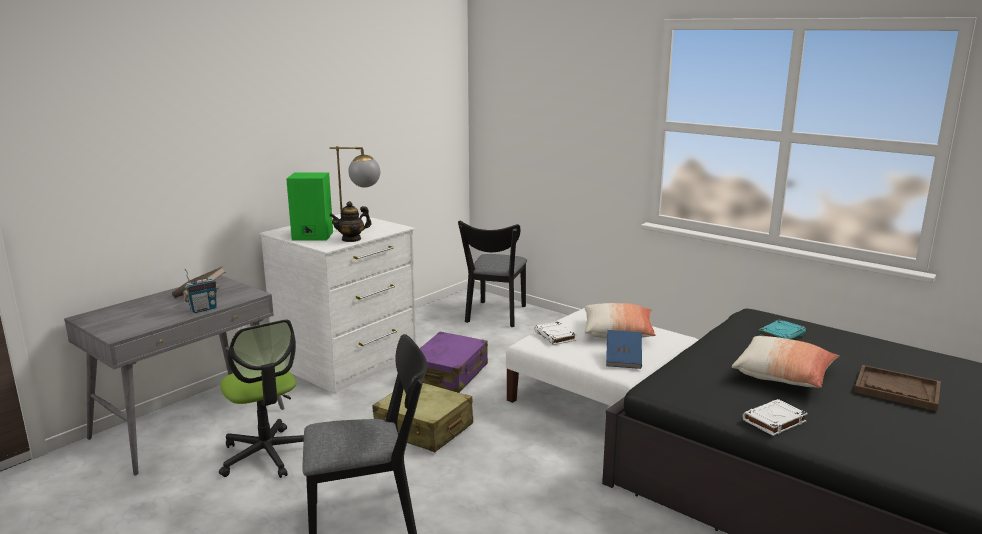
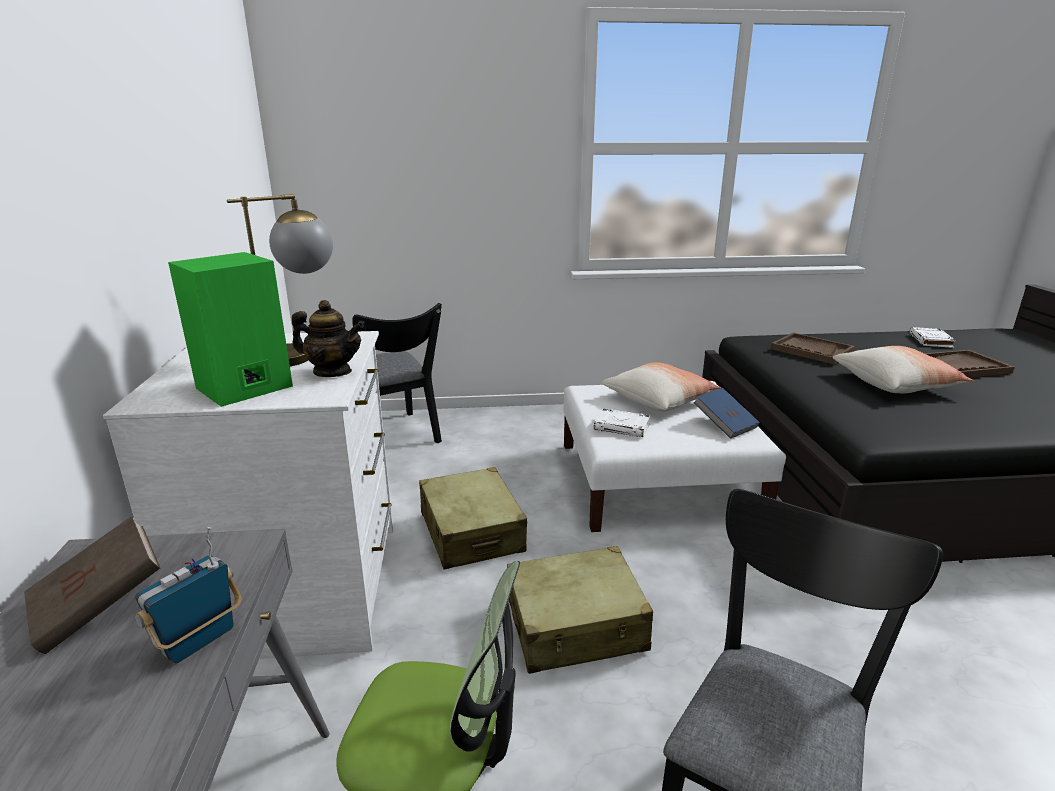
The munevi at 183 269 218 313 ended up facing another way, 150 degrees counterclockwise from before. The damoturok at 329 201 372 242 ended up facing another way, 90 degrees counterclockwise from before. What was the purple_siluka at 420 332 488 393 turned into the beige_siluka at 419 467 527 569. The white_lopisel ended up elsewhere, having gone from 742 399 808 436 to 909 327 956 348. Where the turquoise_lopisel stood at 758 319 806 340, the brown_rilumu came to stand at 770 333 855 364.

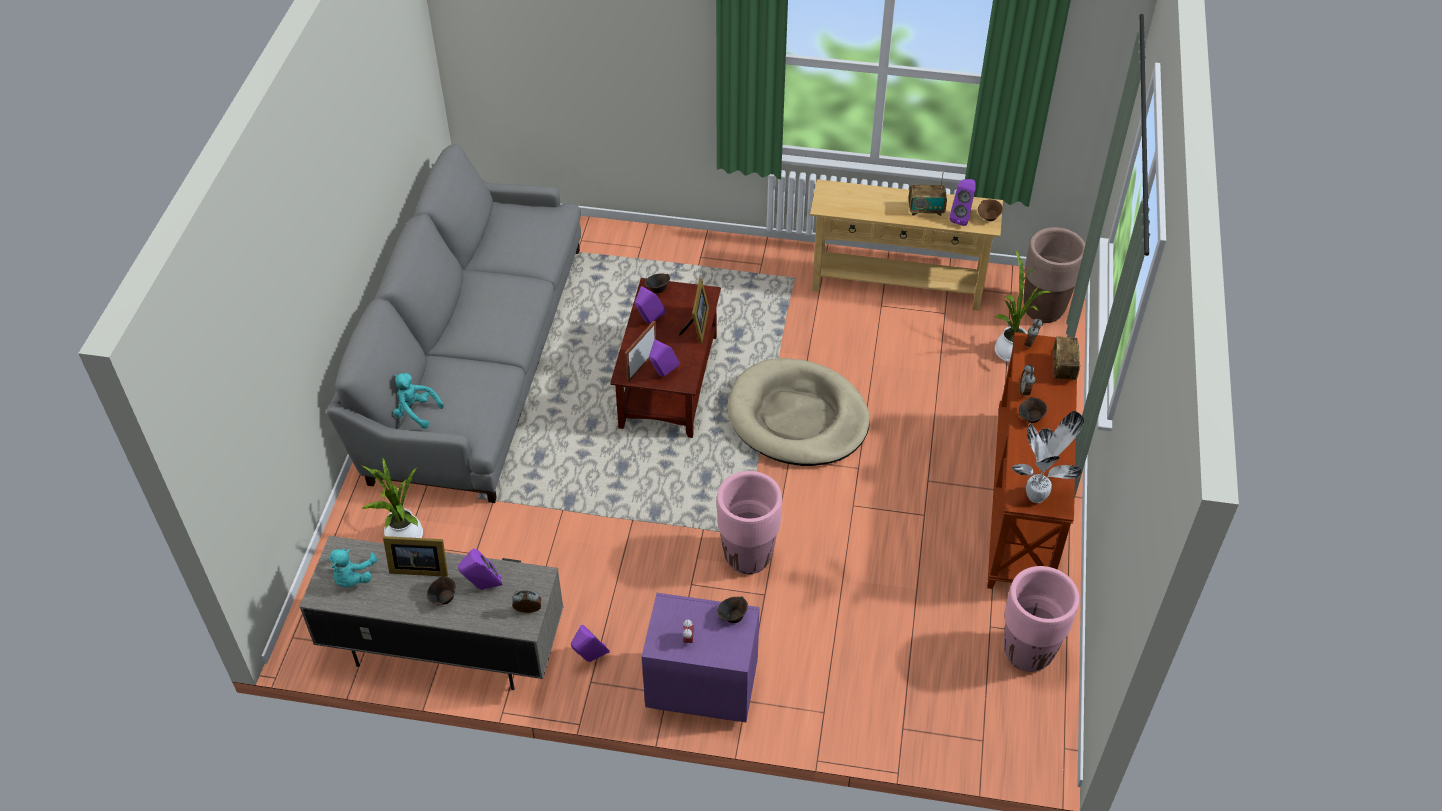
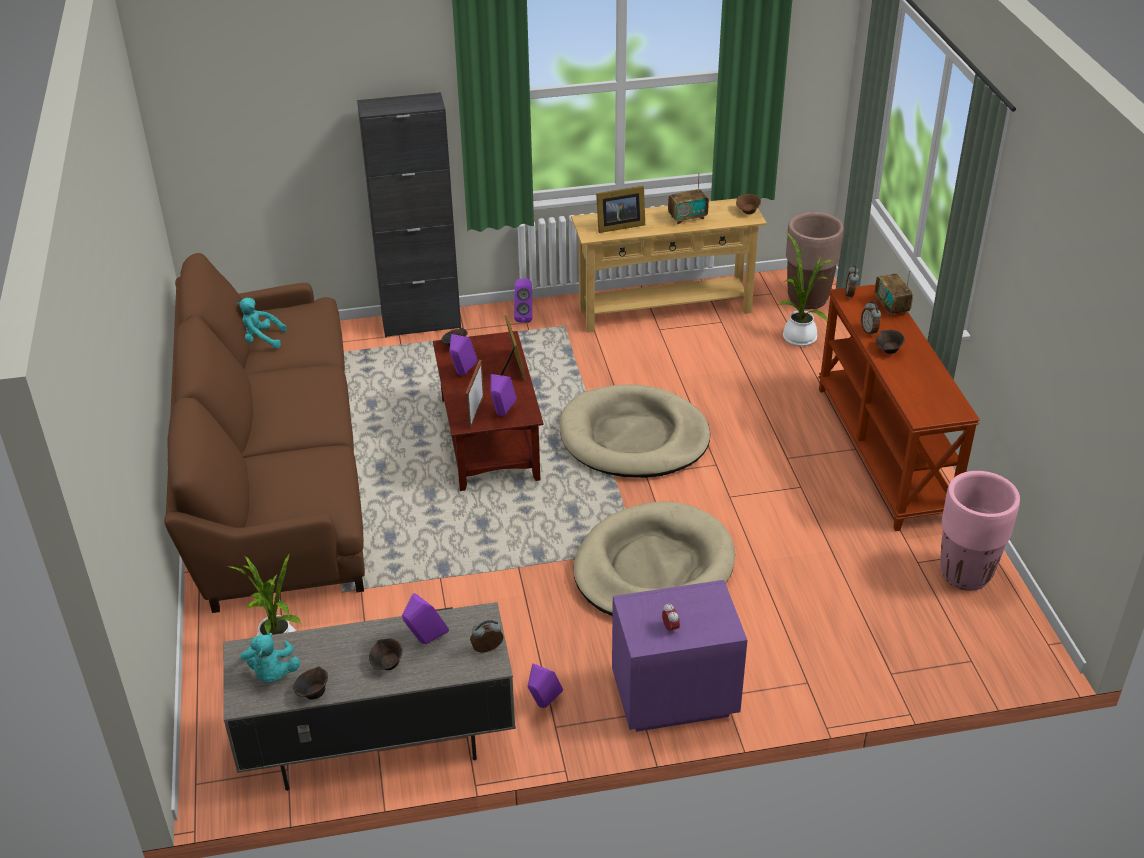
What was the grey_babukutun at 326 144 581 503 turned into the brown_babukutun at 164 253 365 613. The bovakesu ended up elsewhere, having gone from 383 536 448 577 to 596 186 645 233. The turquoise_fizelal ended up elsewhere, having gone from 393 373 444 429 to 237 298 287 348. Where the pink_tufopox stood at 717 471 782 574, the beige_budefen came to stand at 573 501 735 616. The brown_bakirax ended up elsewhere, having gone from 717 596 748 623 to 293 666 328 700. The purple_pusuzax ended up elsewhere, having gone from 949 179 976 226 to 514 278 533 323. The second view lost the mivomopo at 1012 411 1084 503. The second view gained the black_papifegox at 357 92 461 338.

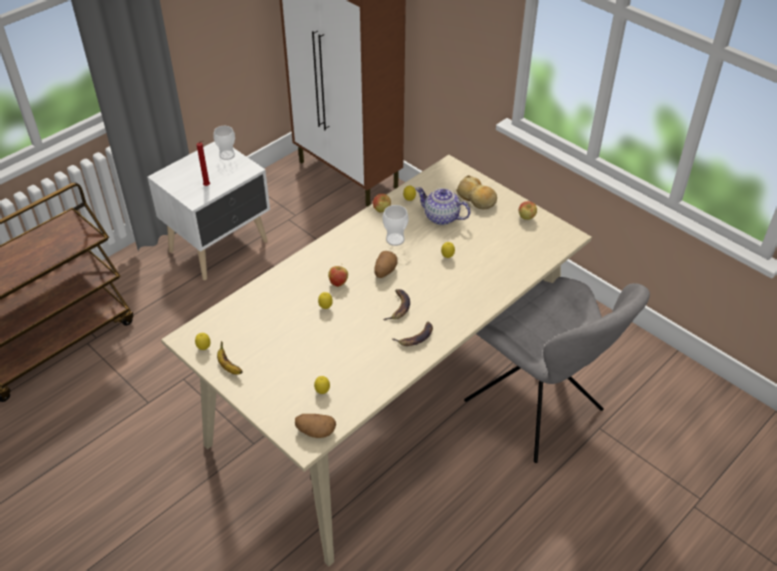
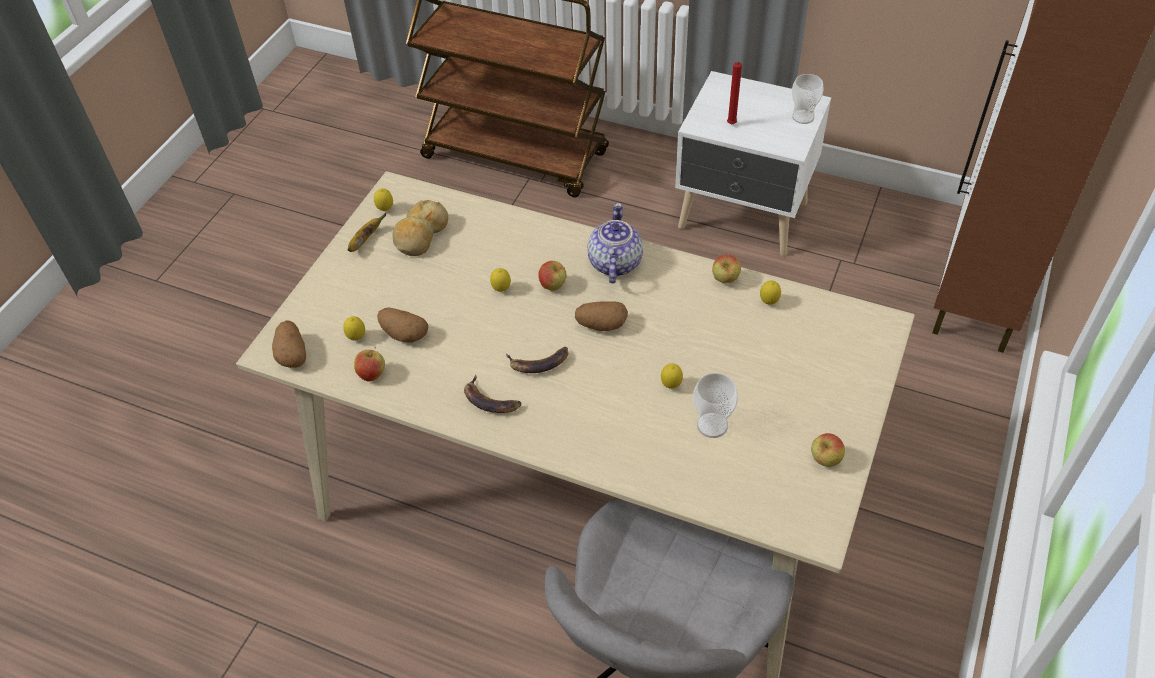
The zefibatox ended up elsewhere, having gone from 383 205 408 246 to 693 373 738 438. The damoturok ended up elsewhere, having gone from 416 187 471 225 to 588 203 643 284. The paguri ended up elsewhere, having gone from 456 176 497 209 to 393 200 448 256. The second view gained the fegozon at 354 347 385 382. The second view gained the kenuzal at 377 308 428 343.

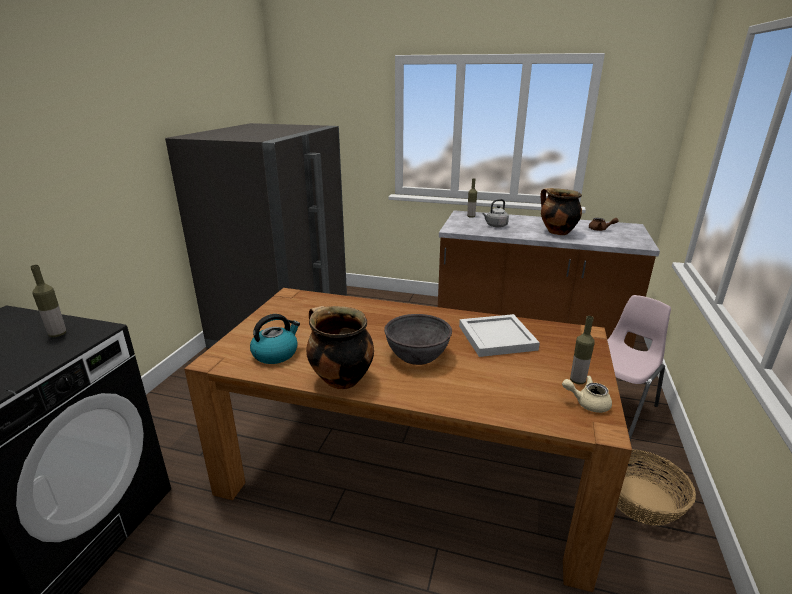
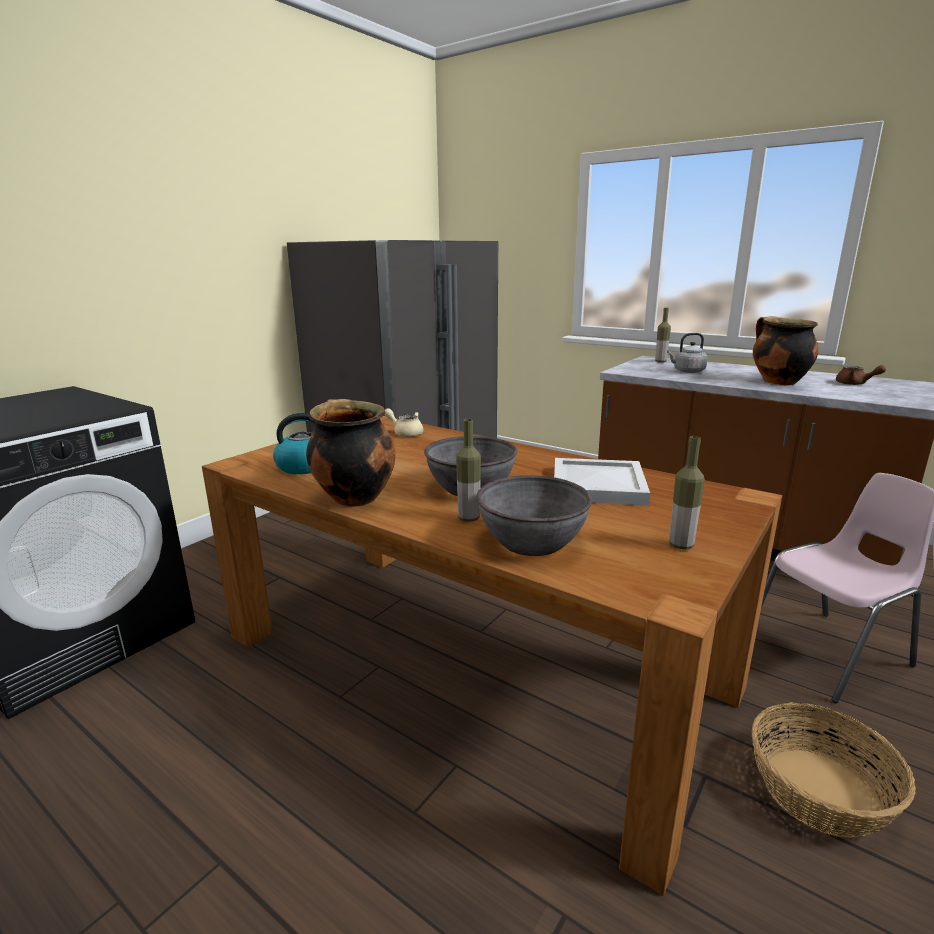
The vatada ended up elsewhere, having gone from 30 265 66 337 to 456 419 481 522. The beige_damoturok ended up elsewhere, having gone from 562 376 612 413 to 384 408 424 437. The second view gained the grey_bakirax at 476 475 592 556.

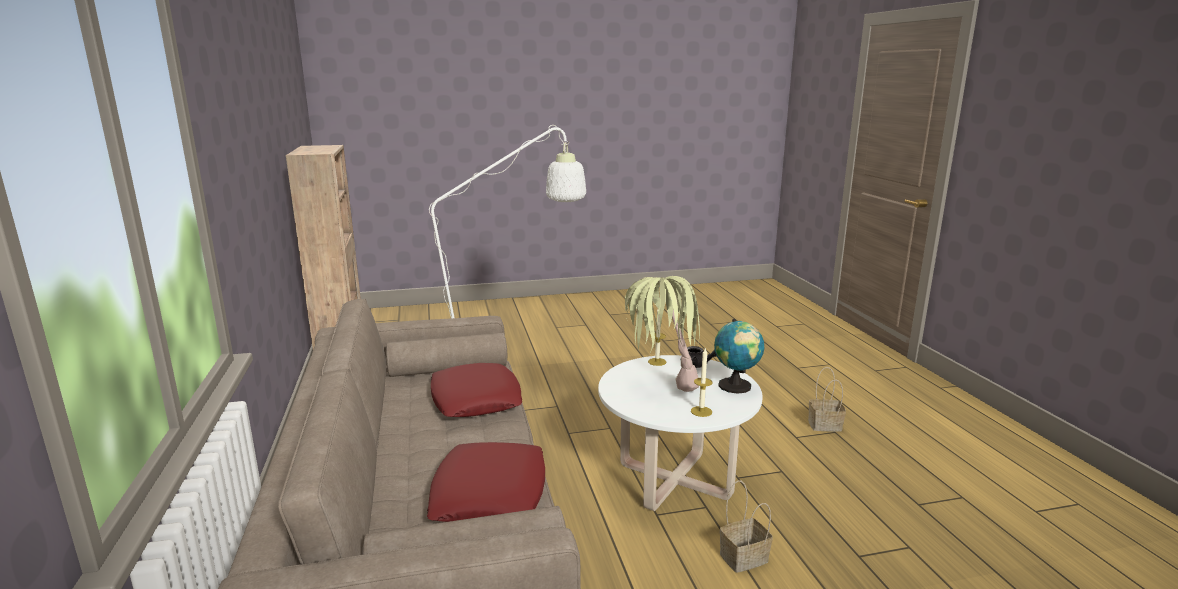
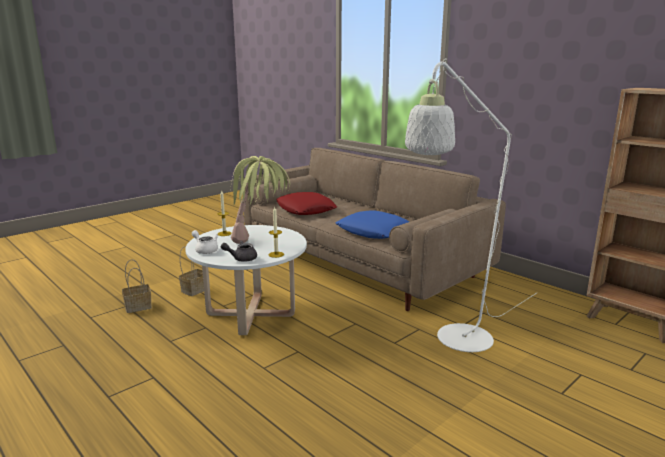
What was the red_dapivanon at 431 363 522 417 turned into the blue_dapivanon at 335 211 410 239. Where the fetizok stood at 714 319 764 394, the white_damoturok came to stand at 192 230 218 254. The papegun ended up elsewhere, having gone from 808 367 846 432 to 122 259 152 313.

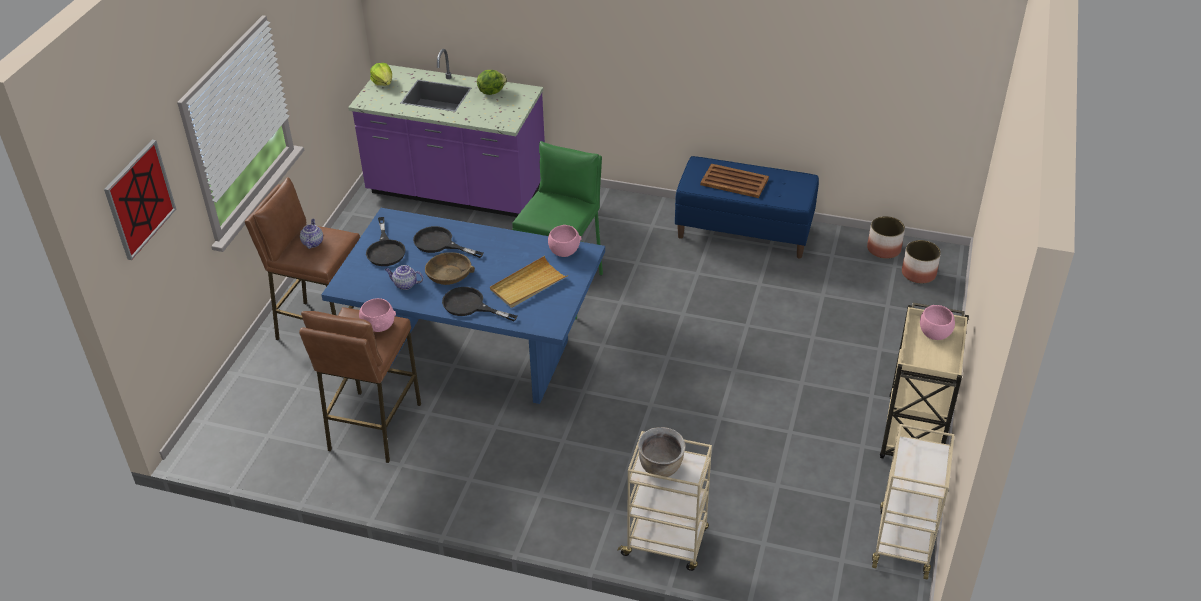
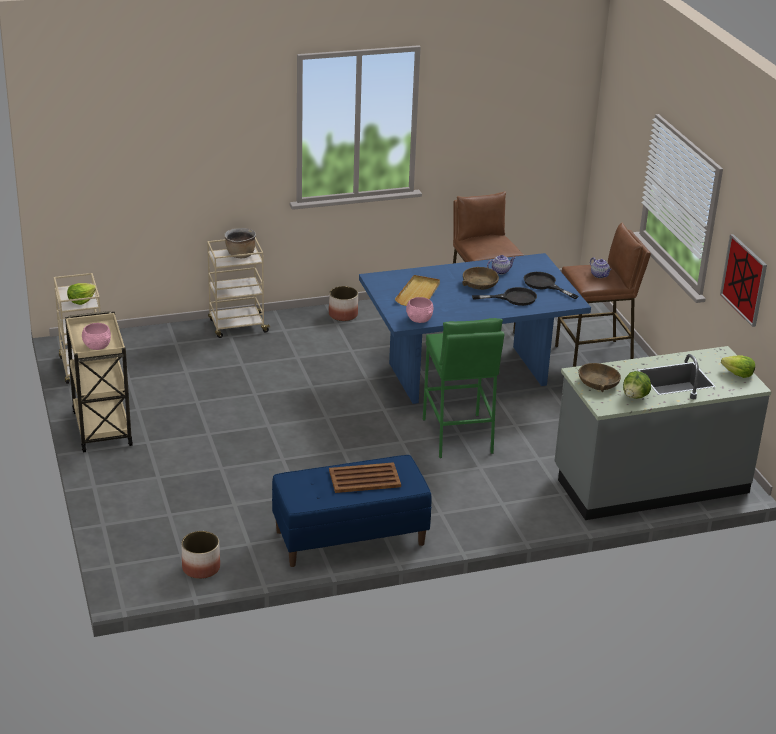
The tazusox ended up elsewhere, having gone from 104 140 176 260 to 720 234 767 327. What was the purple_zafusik at 348 49 545 217 turned into the grey_zafusik at 555 346 772 520. The second view lost the pink_bakirax at 359 298 396 332. The second view lost the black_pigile at 442 287 518 321. The tufopox ended up elsewhere, having gone from 902 240 941 283 to 329 286 358 321. The second view gained the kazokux at 67 283 96 305. The second view gained the brown_bakirax at 578 363 621 392.

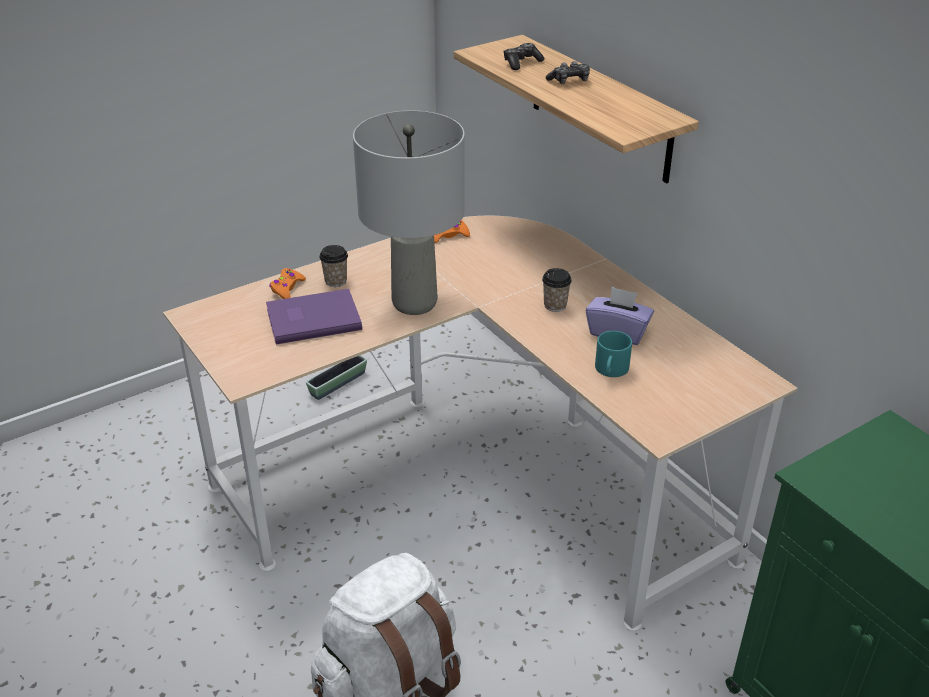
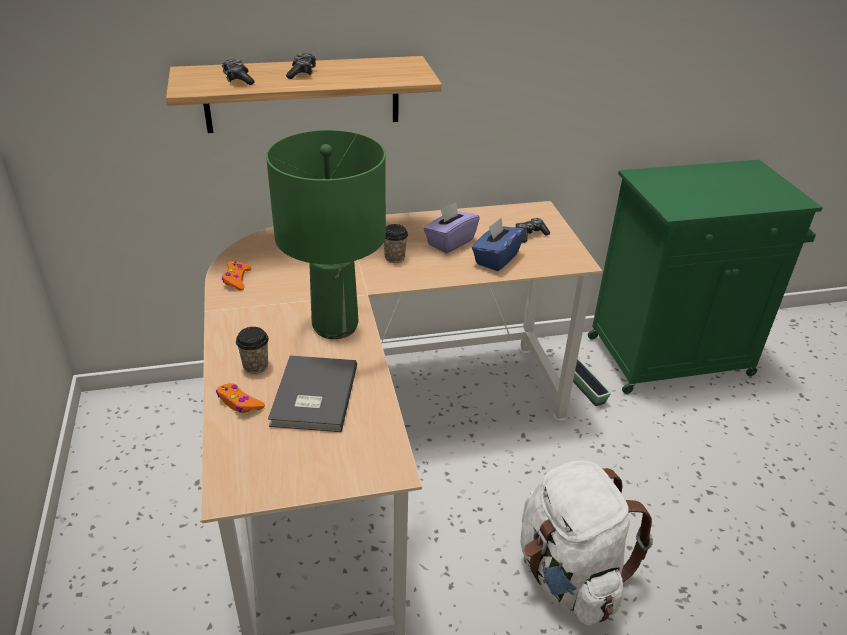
What was the purple_lopisel at 266 289 362 344 turned into the grey_lopisel at 268 355 357 432. The tufopox ended up elsewhere, having gone from 306 355 367 400 to 563 358 611 406. What was the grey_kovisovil at 353 111 465 315 turned into the green_kovisovil at 266 130 386 339. Where the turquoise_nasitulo stood at 595 331 632 377, the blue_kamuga came to stand at 472 218 525 271. The second view gained the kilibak at 516 218 550 243.

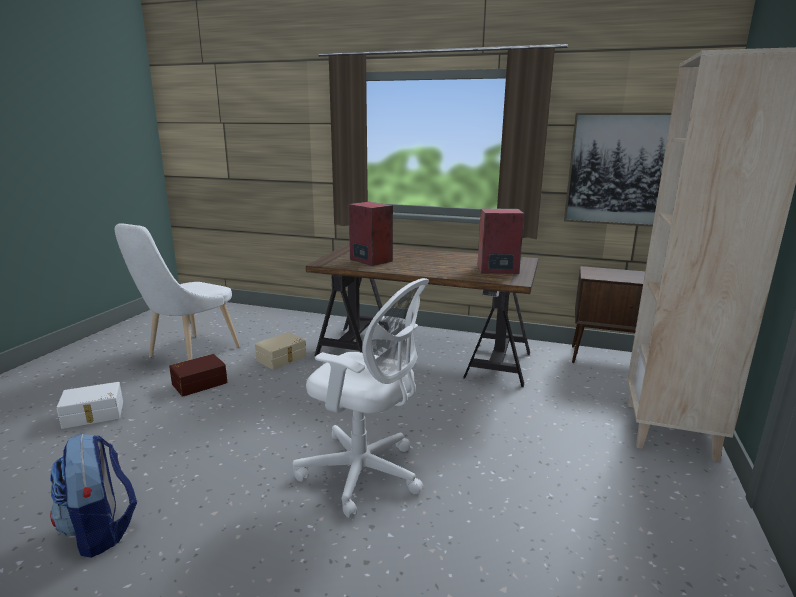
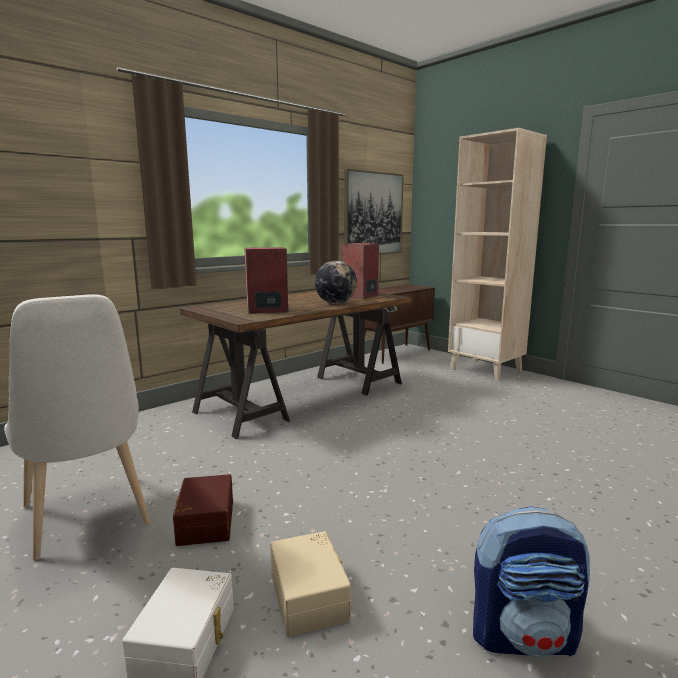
The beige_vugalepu ended up elsewhere, having gone from 255 332 306 370 to 270 531 351 637. The second view lost the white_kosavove at 293 278 429 518. The second view gained the fetizok at 315 261 357 304.

